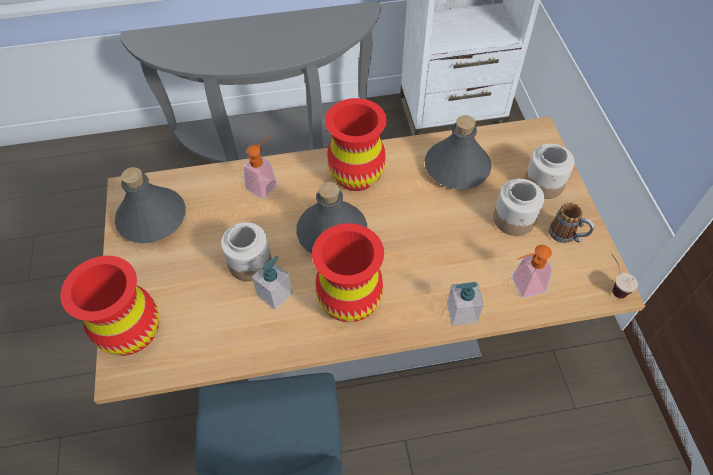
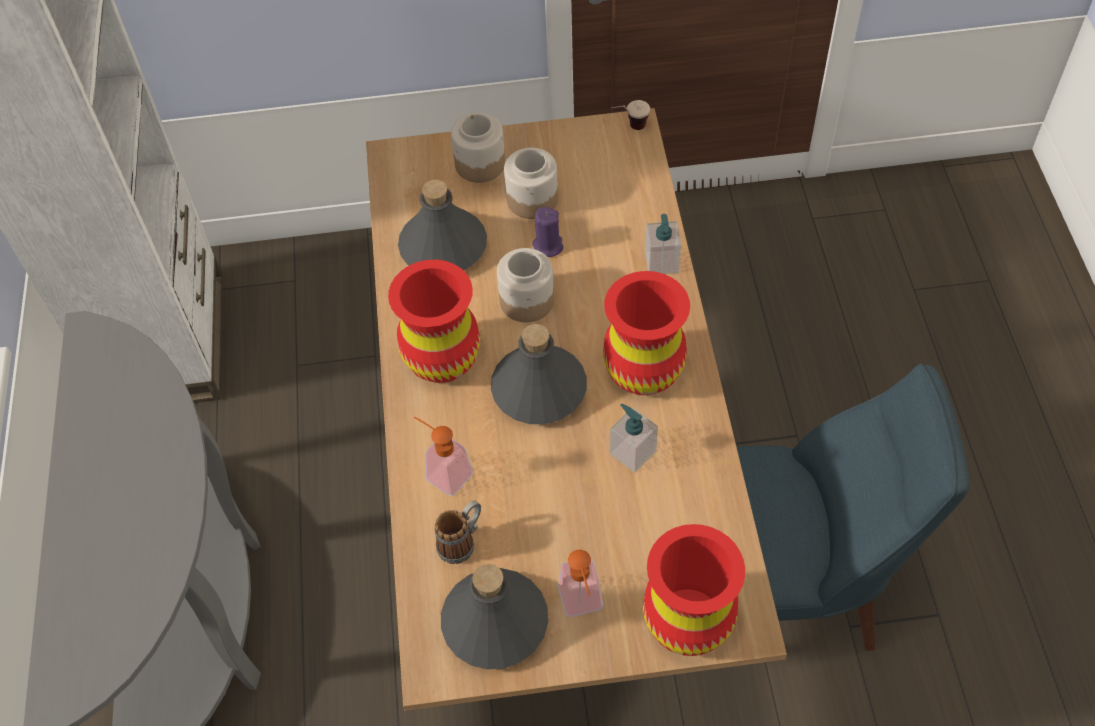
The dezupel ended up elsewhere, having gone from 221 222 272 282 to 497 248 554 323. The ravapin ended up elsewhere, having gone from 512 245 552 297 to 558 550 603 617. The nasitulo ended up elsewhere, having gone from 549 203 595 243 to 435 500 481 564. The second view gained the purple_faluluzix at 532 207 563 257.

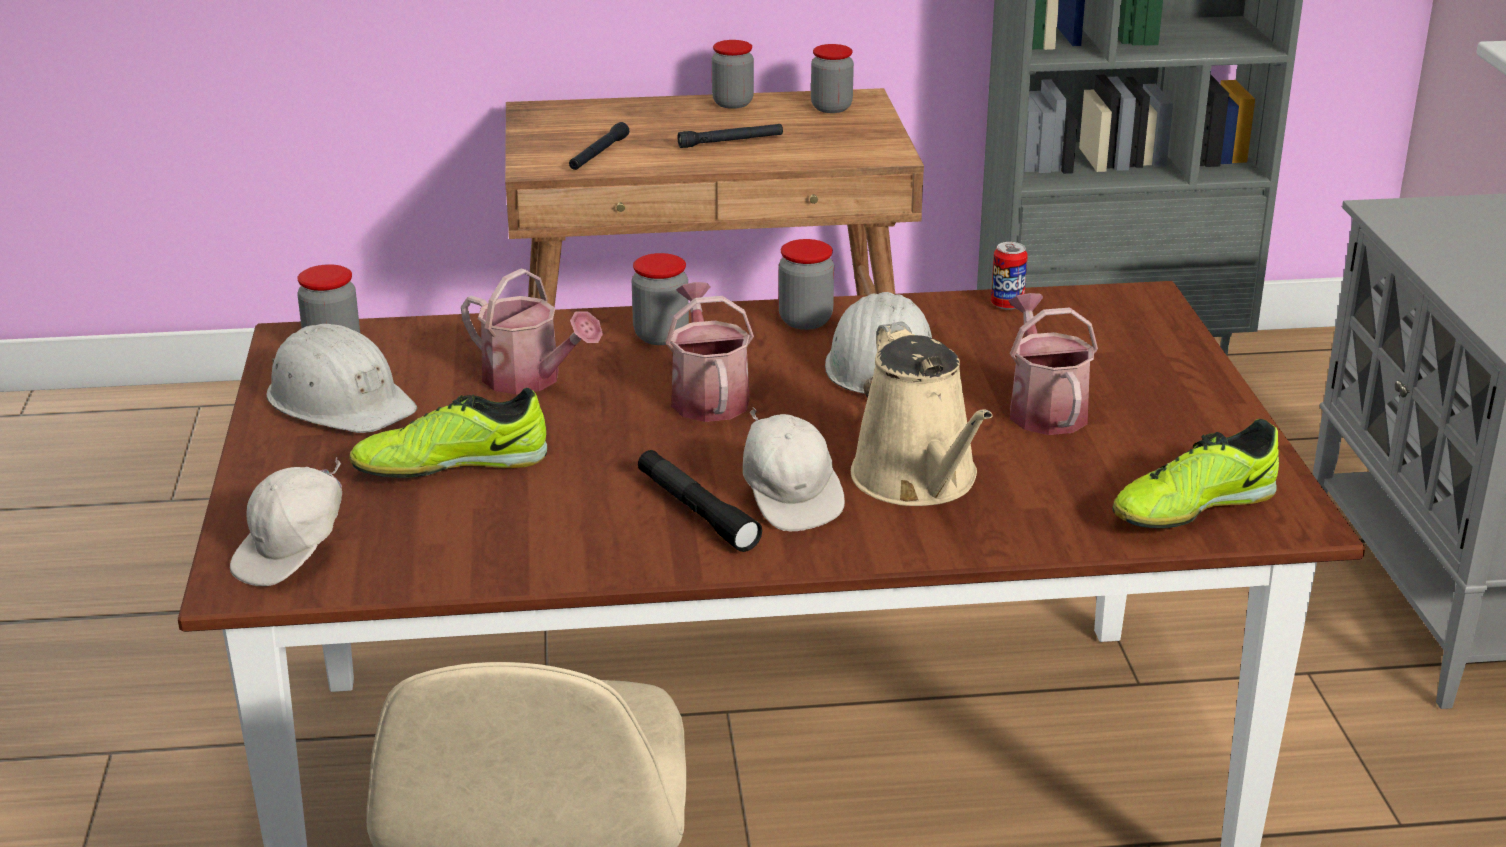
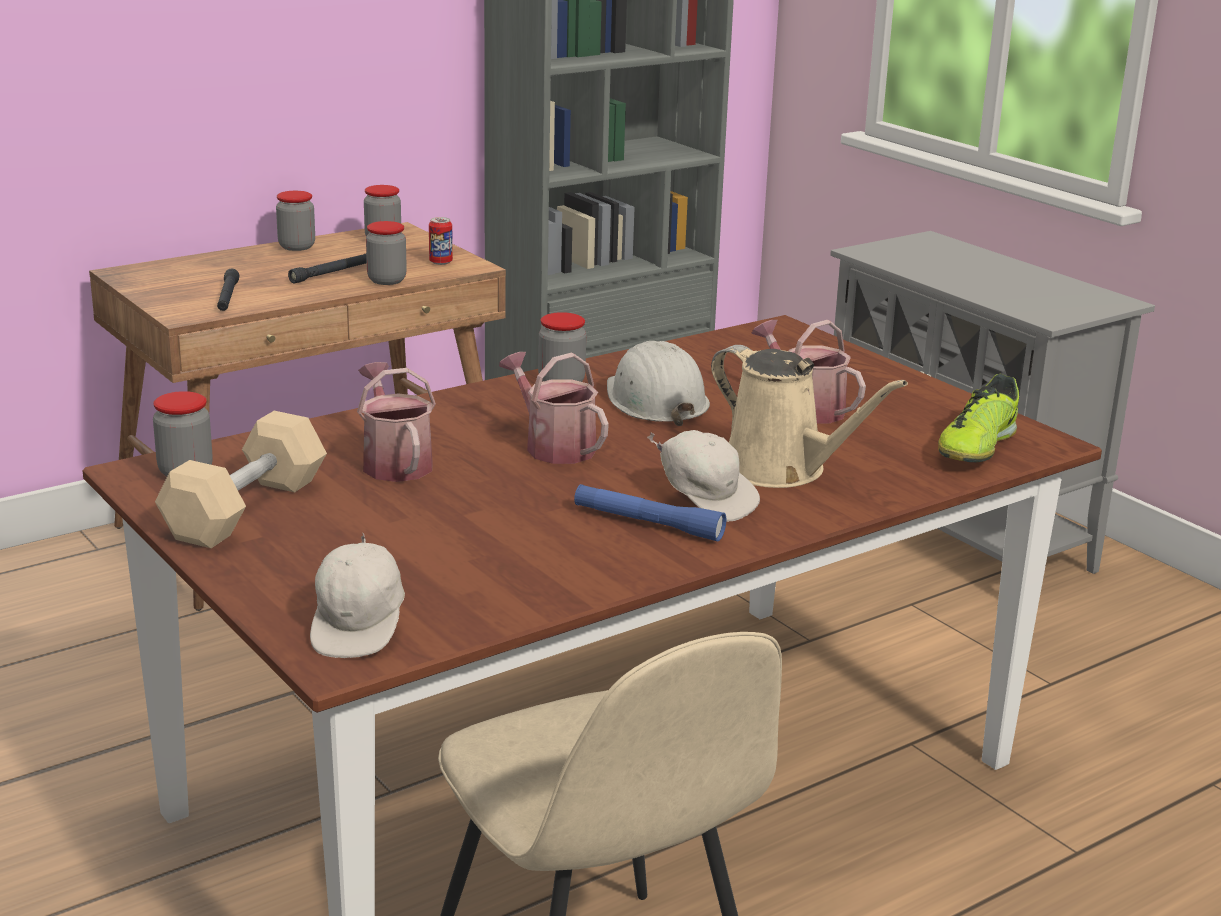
Where the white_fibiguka stood at 267 324 417 433, the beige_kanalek came to stand at 155 411 327 548. The second view lost the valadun at 349 388 547 478. The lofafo at 461 268 603 394 ended up facing another way, 120 degrees counterclockwise from before. The dezupel ended up elsewhere, having gone from 632 253 689 345 to 366 221 407 285. What was the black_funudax at 638 450 762 552 turned into the blue_funudax at 574 484 726 542. The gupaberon ended up elsewhere, having gone from 991 242 1028 310 to 429 217 453 265.

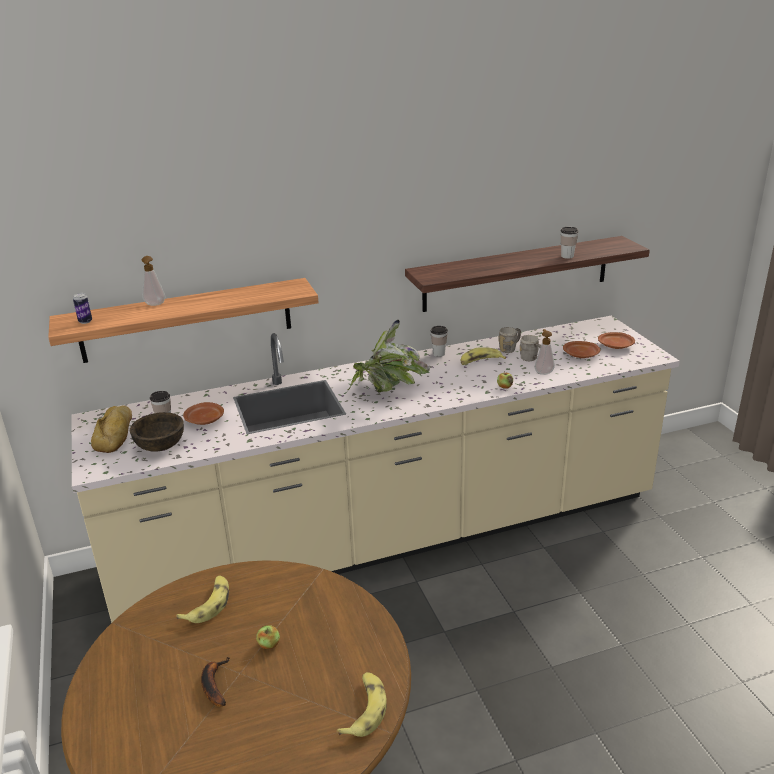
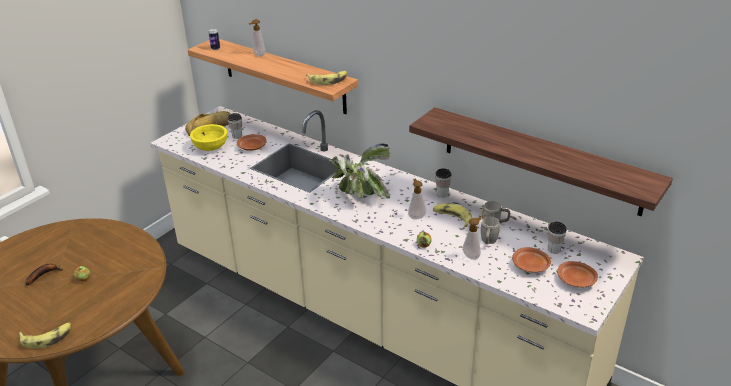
What was the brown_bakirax at 130 412 184 452 turned into the yellow_bakirax at 190 124 227 151. The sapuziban ended up elsewhere, having gone from 176 576 229 623 to 306 71 347 85. The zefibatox ended up elsewhere, having gone from 561 227 579 259 to 548 222 567 254. The second view gained the ravapin at 408 179 426 220.

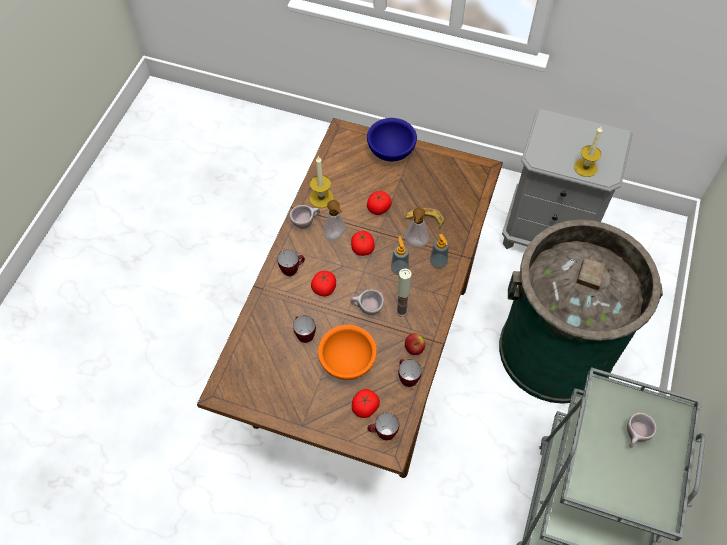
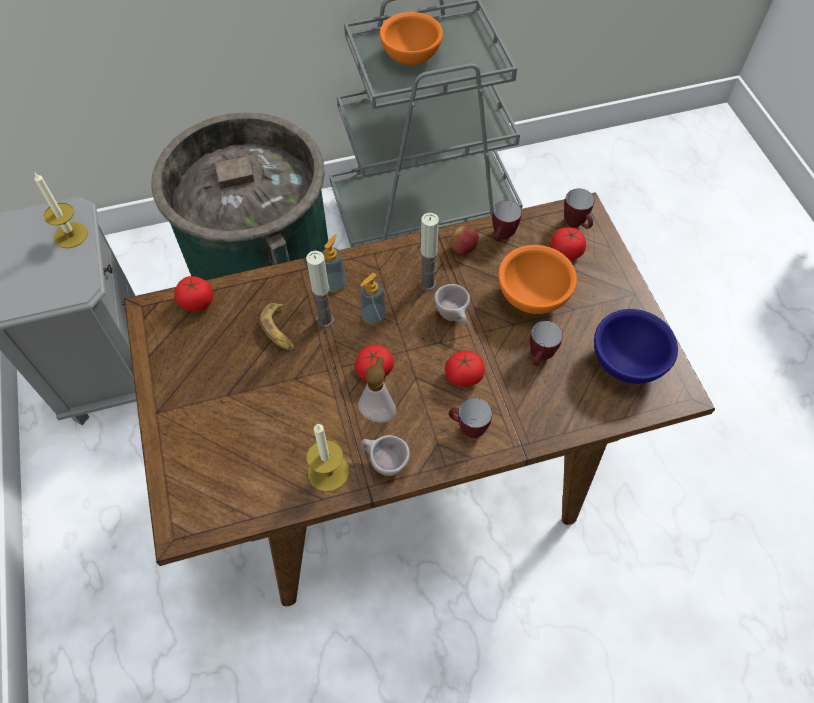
The blue_bakirax ended up elsewhere, having gone from 367 118 417 162 to 594 309 678 384. The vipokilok ended up elsewhere, having gone from 367 191 392 215 to 174 276 213 311. Where the ravapin stood at 405 208 429 247, the faluluzix came to stand at 306 251 334 327. Where the beige_zefibatox stood at 627 412 657 448, the orange_bakirax came to stand at 380 12 443 65.

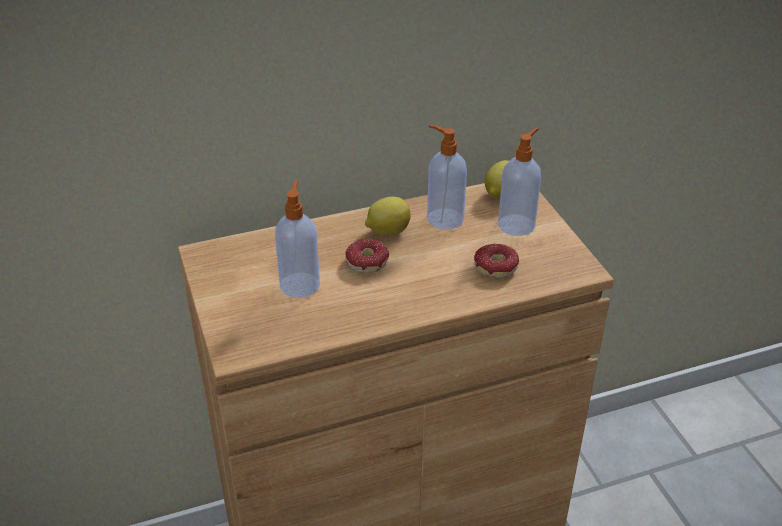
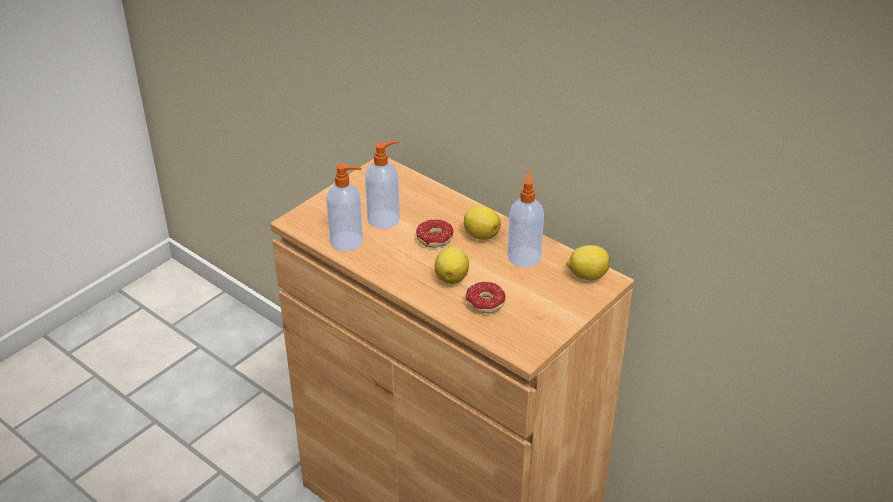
The ravapin ended up elsewhere, having gone from 498 128 541 236 to 327 164 363 251. The second view gained the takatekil at 434 247 469 284.

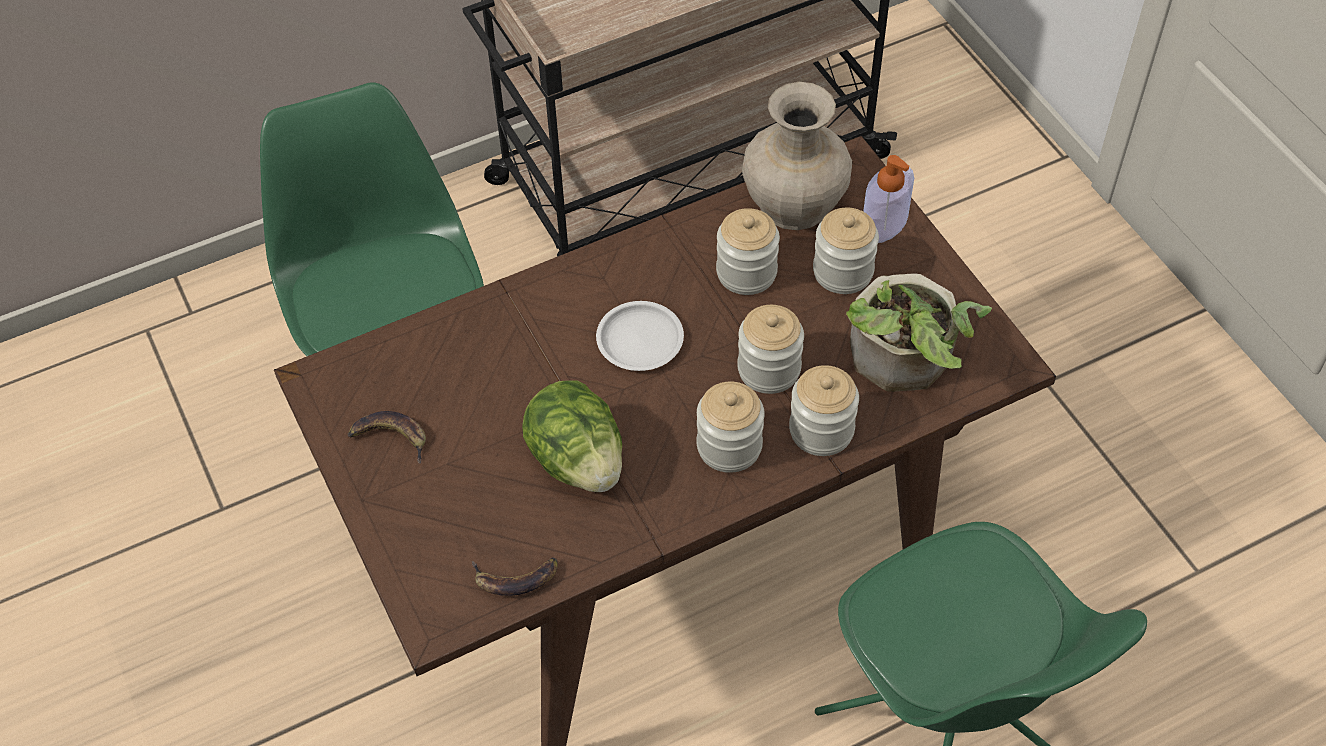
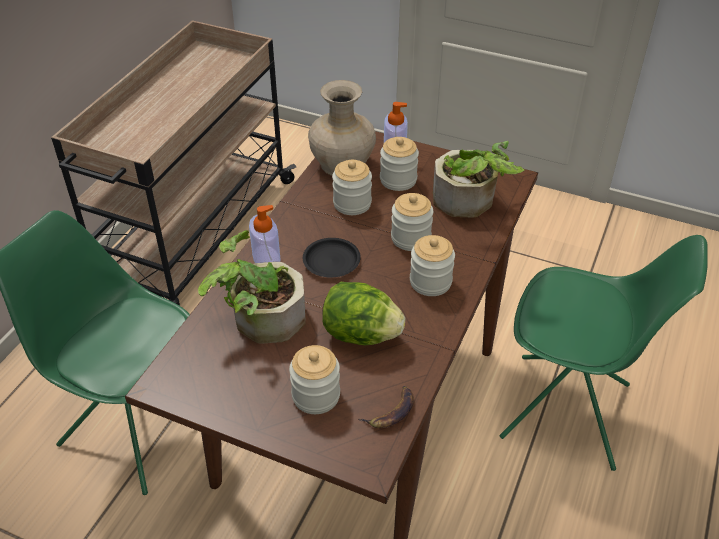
The second view lost the sapuziban at 348 411 426 464. What was the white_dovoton at 596 301 684 371 turned into the black_dovoton at 303 238 361 278. The dezupel ended up elsewhere, having gone from 789 365 859 456 to 289 345 340 414. The second view gained the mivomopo at 198 230 306 343. The second view gained the ravapin at 249 205 281 263.

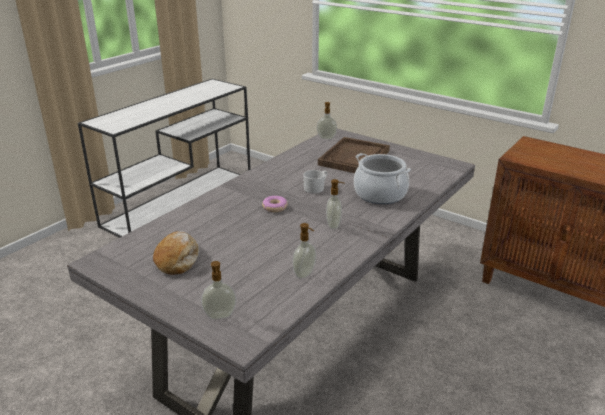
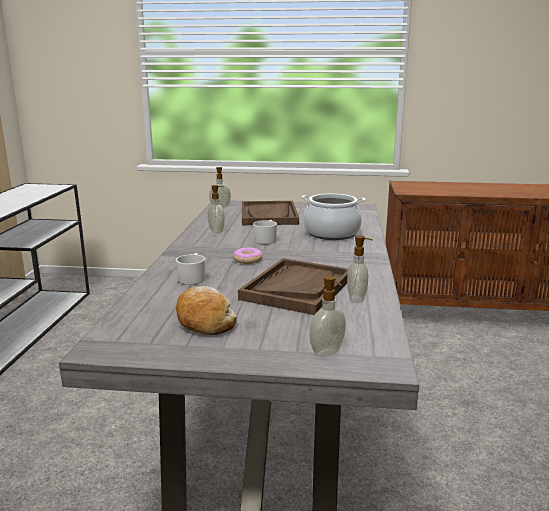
The ravapin ended up elsewhere, having gone from 326 179 345 229 to 207 185 225 233. The second view gained the white_nasitulo at 176 253 205 285. The second view gained the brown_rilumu at 238 258 348 315.

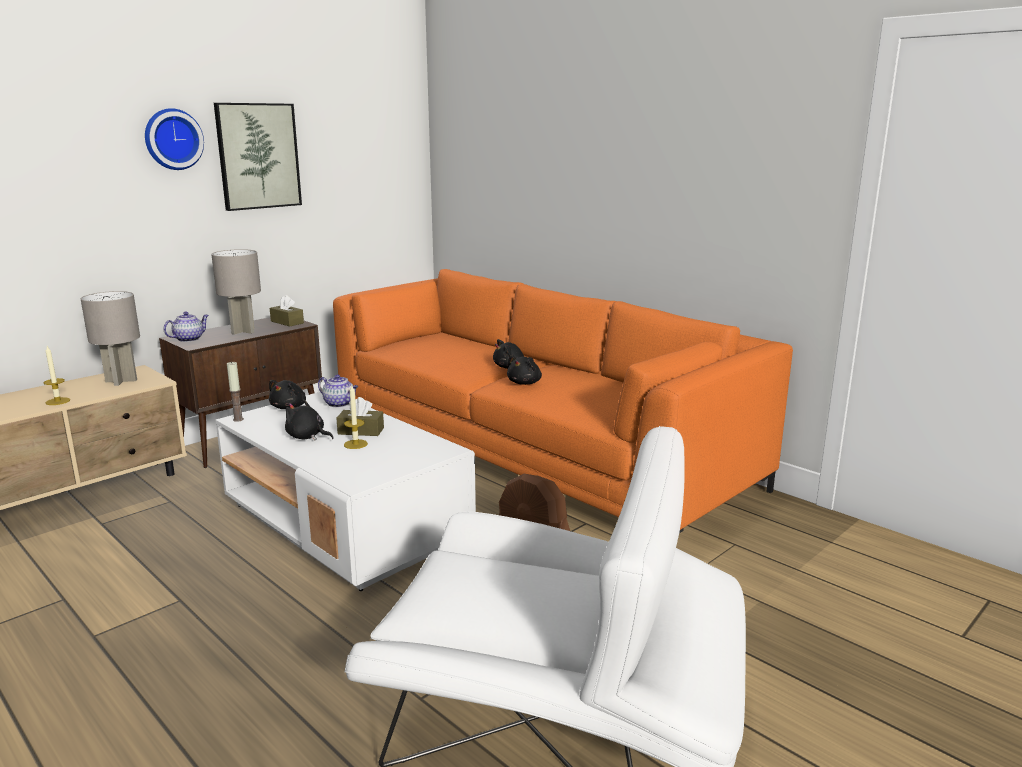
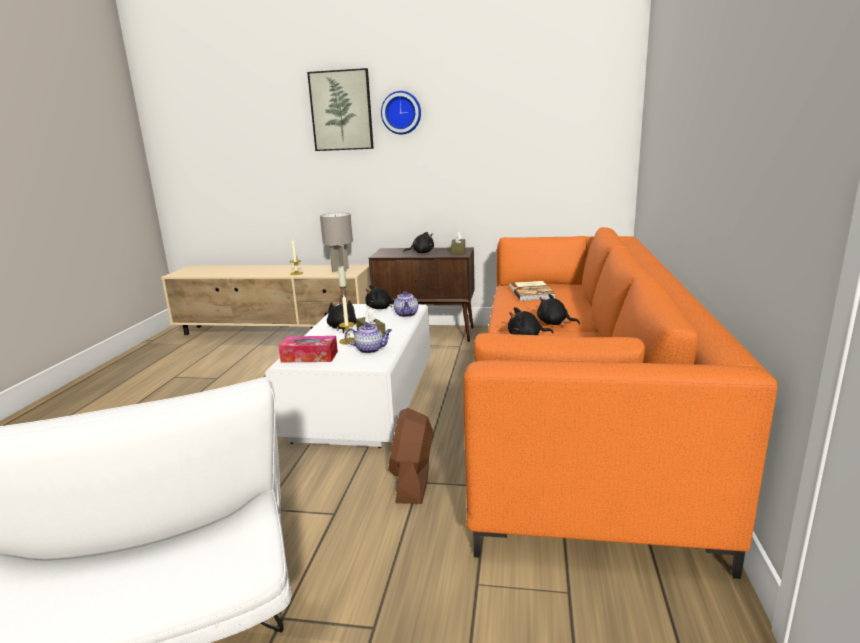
The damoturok ended up elsewhere, having gone from 163 312 209 342 to 345 323 392 354. Where the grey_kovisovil stood at 211 249 261 335, the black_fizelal came to stand at 403 232 434 253. The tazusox ended up elsewhere, having gone from 214 103 302 211 to 307 68 374 151. The second view gained the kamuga at 279 336 338 362. The second view gained the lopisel at 509 281 556 301.

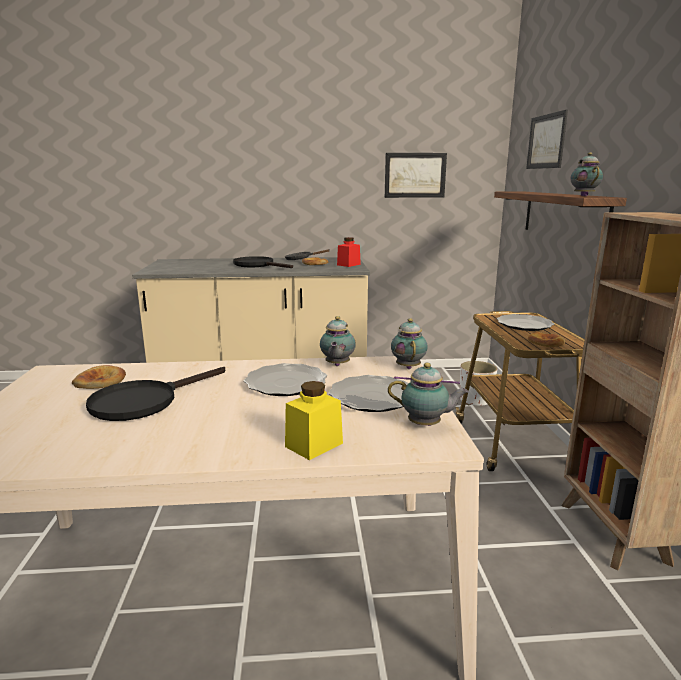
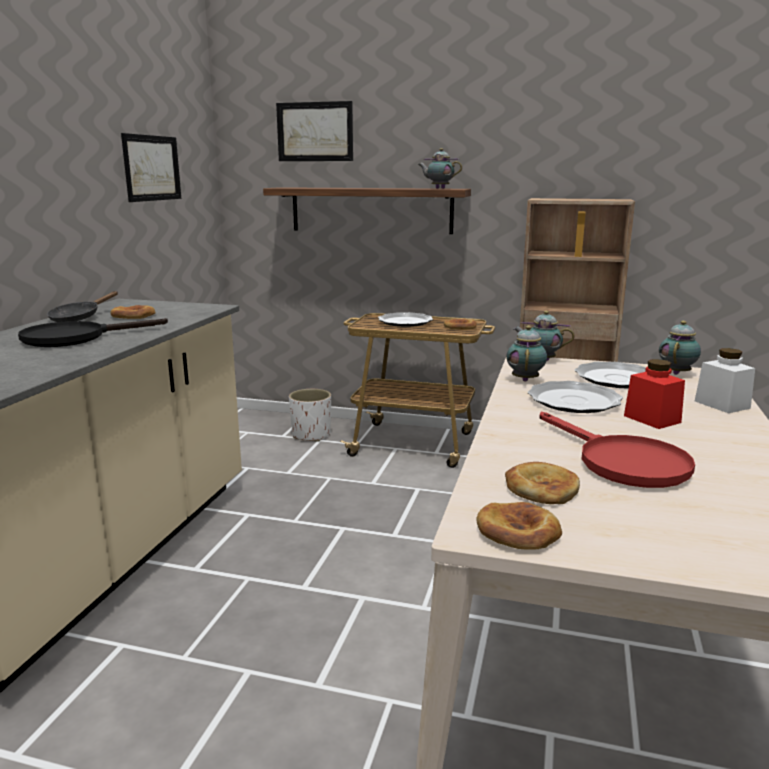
What was the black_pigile at 86 367 225 421 turned into the red_pigile at 539 412 695 488. What was the yellow_dezupel at 285 381 343 460 turned into the white_dezupel at 695 348 755 413. The damoturok at 320 316 356 366 ended up facing another way, 105 degrees counterclockwise from before. The red_dezupel ended up elsewhere, having gone from 337 237 361 267 to 624 359 685 429. The second view gained the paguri at 477 502 562 550.

